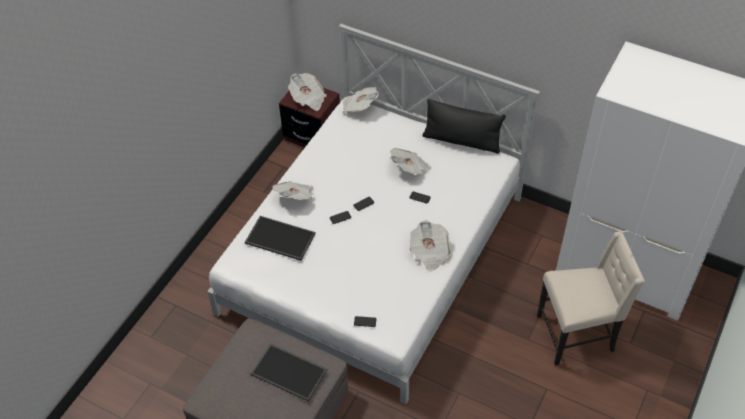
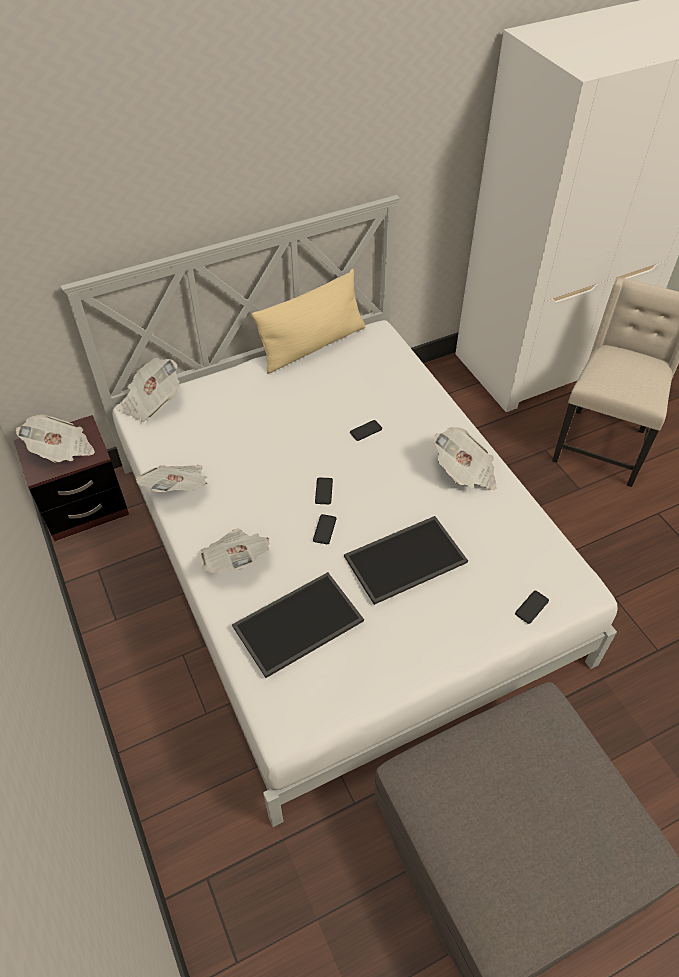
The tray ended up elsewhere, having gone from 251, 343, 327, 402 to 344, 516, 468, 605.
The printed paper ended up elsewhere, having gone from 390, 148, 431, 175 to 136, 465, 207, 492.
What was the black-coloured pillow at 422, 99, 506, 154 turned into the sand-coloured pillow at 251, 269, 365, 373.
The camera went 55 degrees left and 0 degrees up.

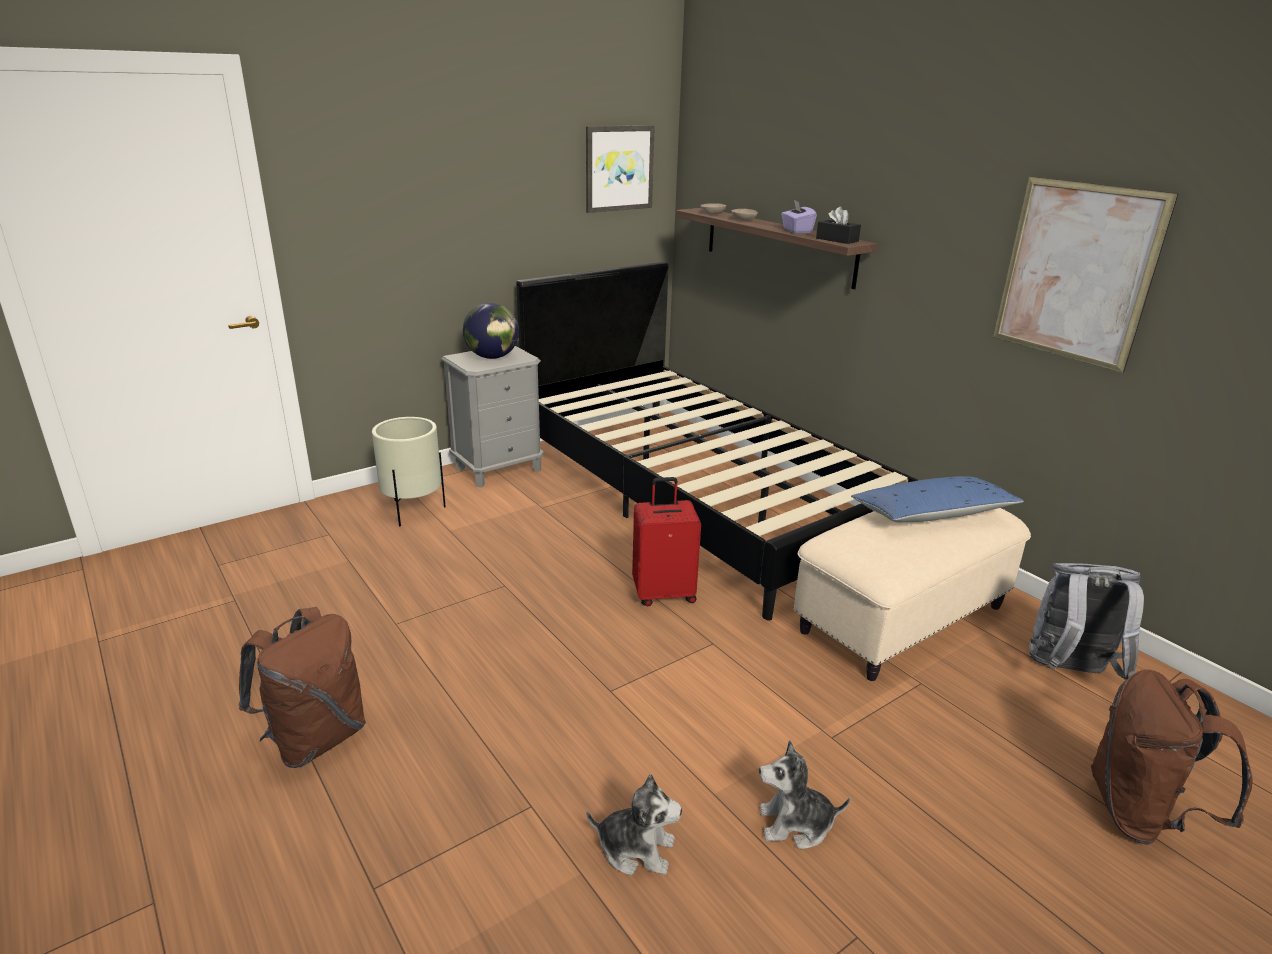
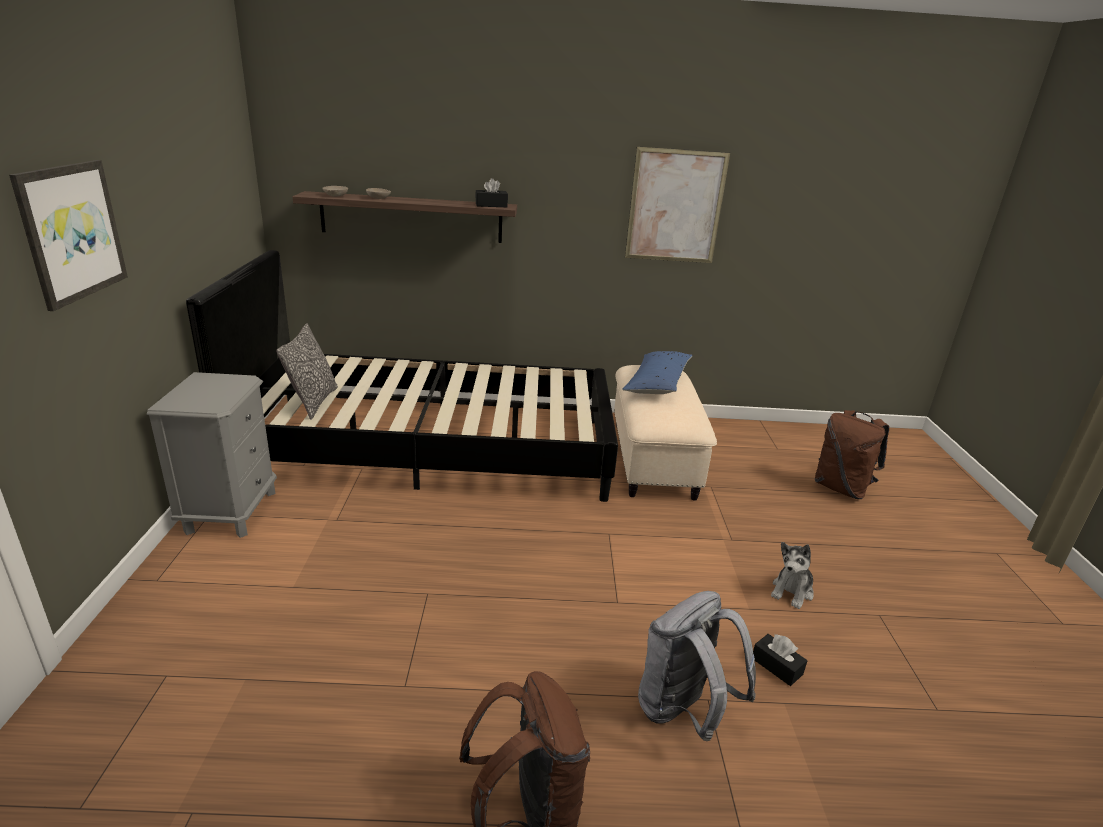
The second view lost the sand-coloured flower pot at 372, 417, 446, 526.
The second view lost the world globe at 463, 302, 519, 359.
The wall art ended up elsewhere, having gone from 586, 125, 655, 213 to 9, 160, 128, 311.
Where the soft toy stood at 587, 774, 682, 875, the black-coloured box of tissues came to stand at 753, 634, 808, 686.
The second view lost the red suitcase at 632, 477, 701, 607.
The second view lost the purple box of tissues at 781, 200, 817, 233.
The grey rucksack ended up elsewhere, having gone from 1029, 563, 1144, 680 to 638, 591, 756, 741.
The second view gained the pillow at 276, 323, 338, 420.
The camera went 55 degrees left and 0 degrees up.

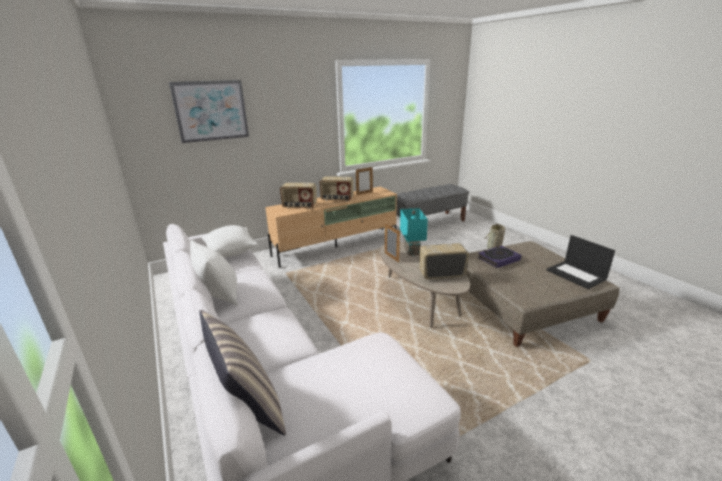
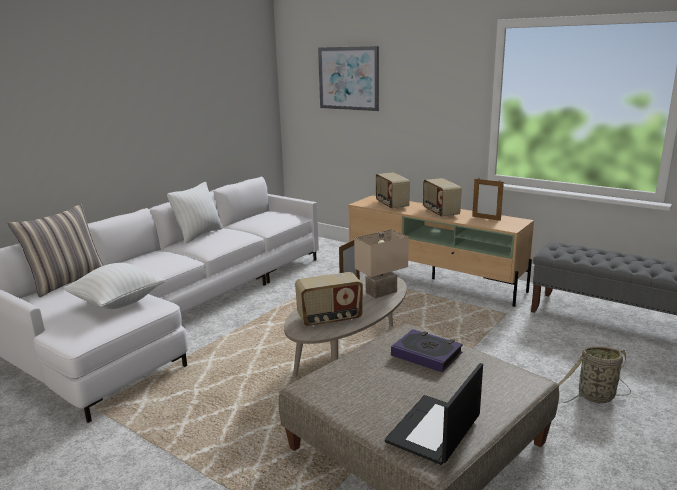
The white pillow ended up elsewhere, having gone from 201, 225, 258, 257 to 64, 263, 165, 309.
What was the blue-green lamp for a table at 400, 208, 428, 256 turned into the sand-coloured lamp for a table at 354, 229, 409, 298.
The radio receiver at 419, 243, 469, 279 ended up facing another way, 105 degrees clockwise from before.
The camera went 65 degrees right and 5 degrees down.

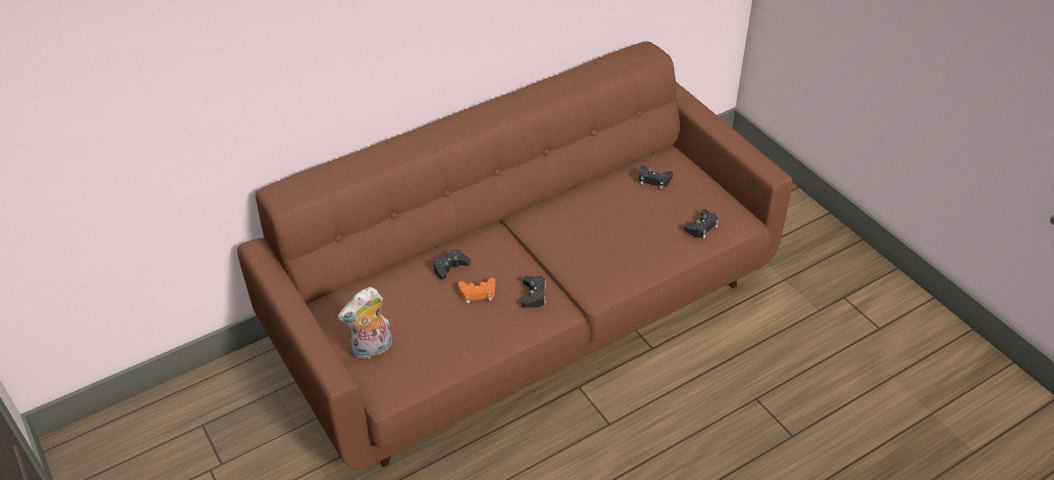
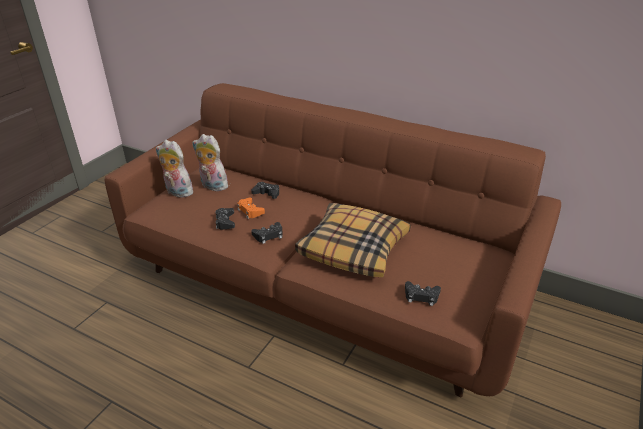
The black-coloured game controller ended up elsewhere, having gone from 639, 165, 673, 189 to 216, 208, 235, 230.
The second view gained the soft toy at 192, 134, 228, 191.
The second view gained the pillow at 295, 203, 410, 277.
The camera went 60 degrees right and 10 degrees down.

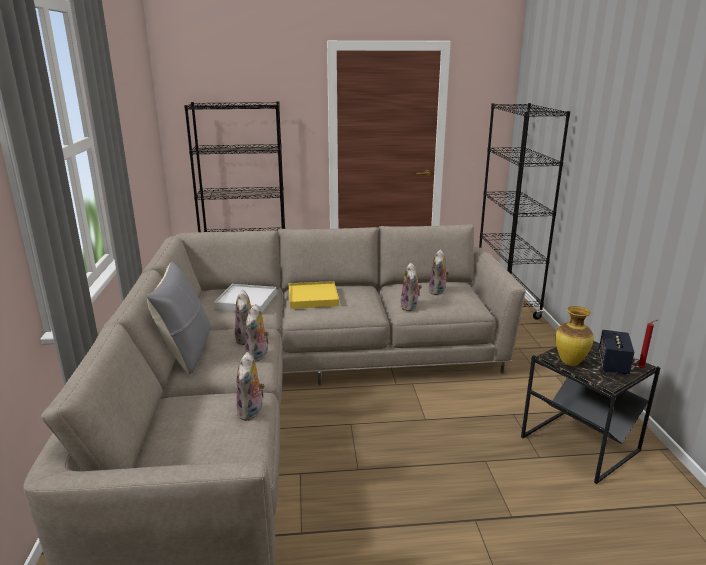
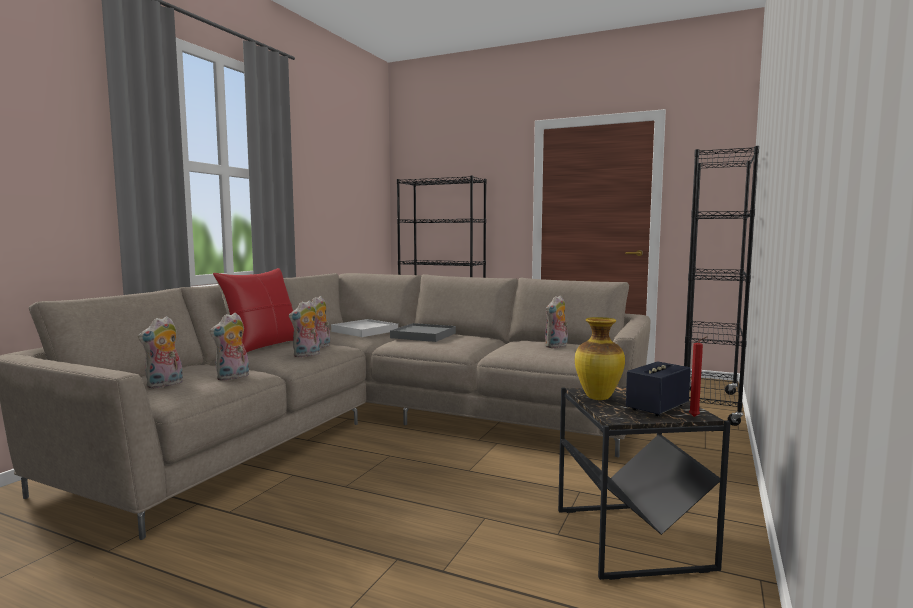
What was the grey pillow at 147, 262, 210, 375 turned into the red pillow at 213, 268, 294, 352.
What was the yellow tray at 289, 281, 339, 309 turned into the grey tray at 390, 323, 456, 342.
The soft toy ended up elsewhere, having gone from 400, 263, 422, 311 to 138, 316, 183, 389.
The camera went 30 degrees right and 15 degrees down.

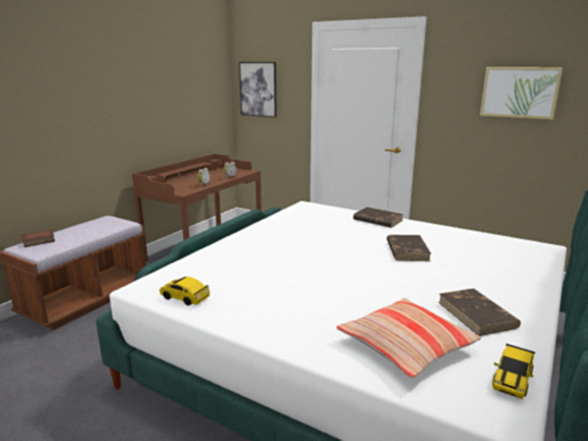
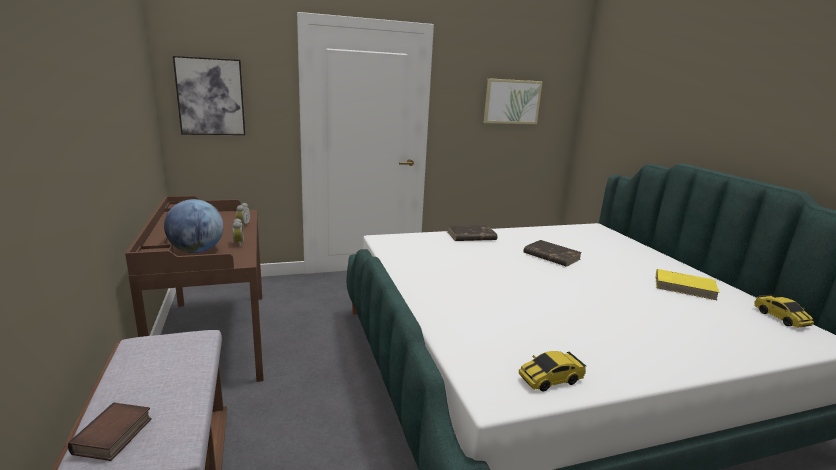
The second view lost the pillow at 336, 298, 481, 378.
What was the brownish bound book at 438, 288, 521, 336 turned into the yellow bound book at 656, 269, 720, 300.
The second view gained the world globe at 164, 199, 224, 253.
The camera went 50 degrees left and 0 degrees up.

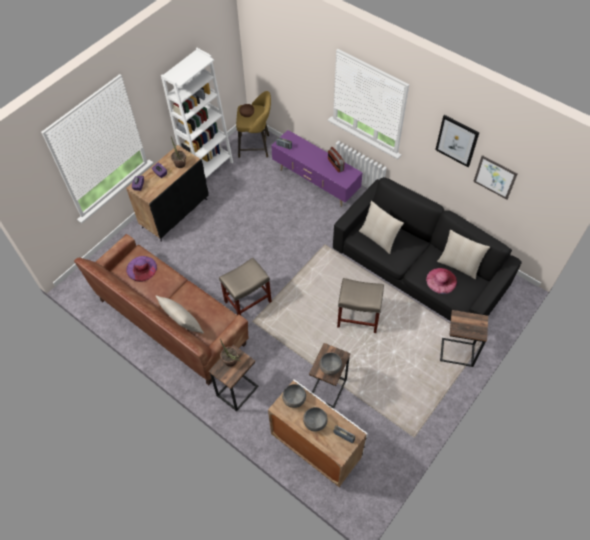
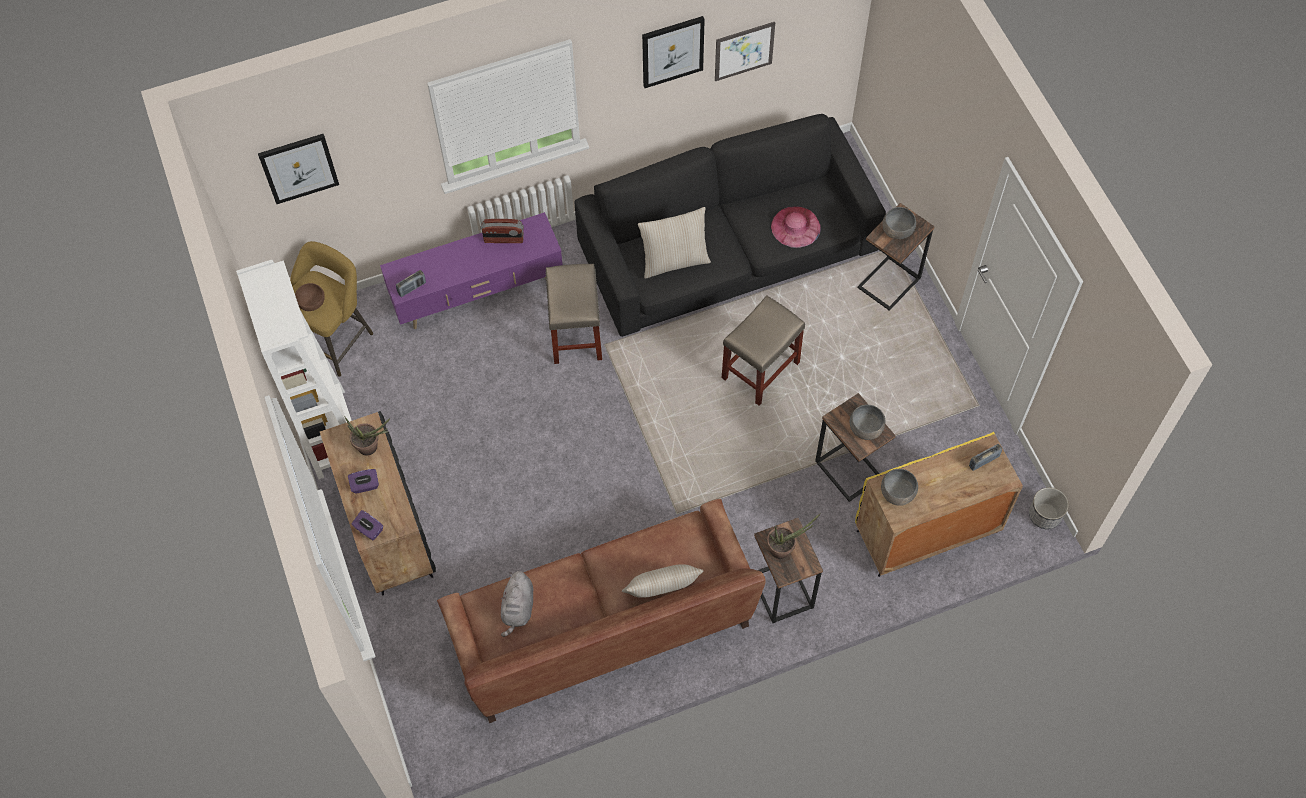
Where the purple hat stood at 126, 256, 157, 282, the grey soft toy came to stand at 501, 571, 533, 637.
The sand-coloured stool seat ended up elsewhere, having gone from 219, 258, 272, 315 to 545, 264, 602, 364.
What was the white cabinet at 268, 379, 368, 487 turned into the yellow cabinet at 855, 432, 1023, 577.
The grey deep dish ended up elsewhere, having gone from 303, 407, 328, 431 to 882, 207, 916, 239.
The second view lost the sand-coloured pillow at 437, 230, 490, 279.
The second view gained the wall art at 258, 134, 339, 204.
The second view gained the flower pot at 1029, 487, 1069, 529.
The camera went 60 degrees left and 5 degrees up.

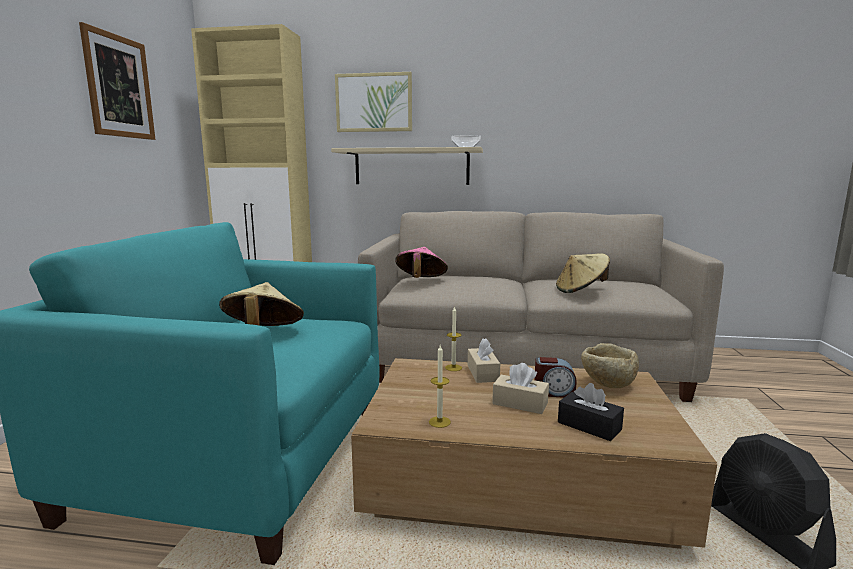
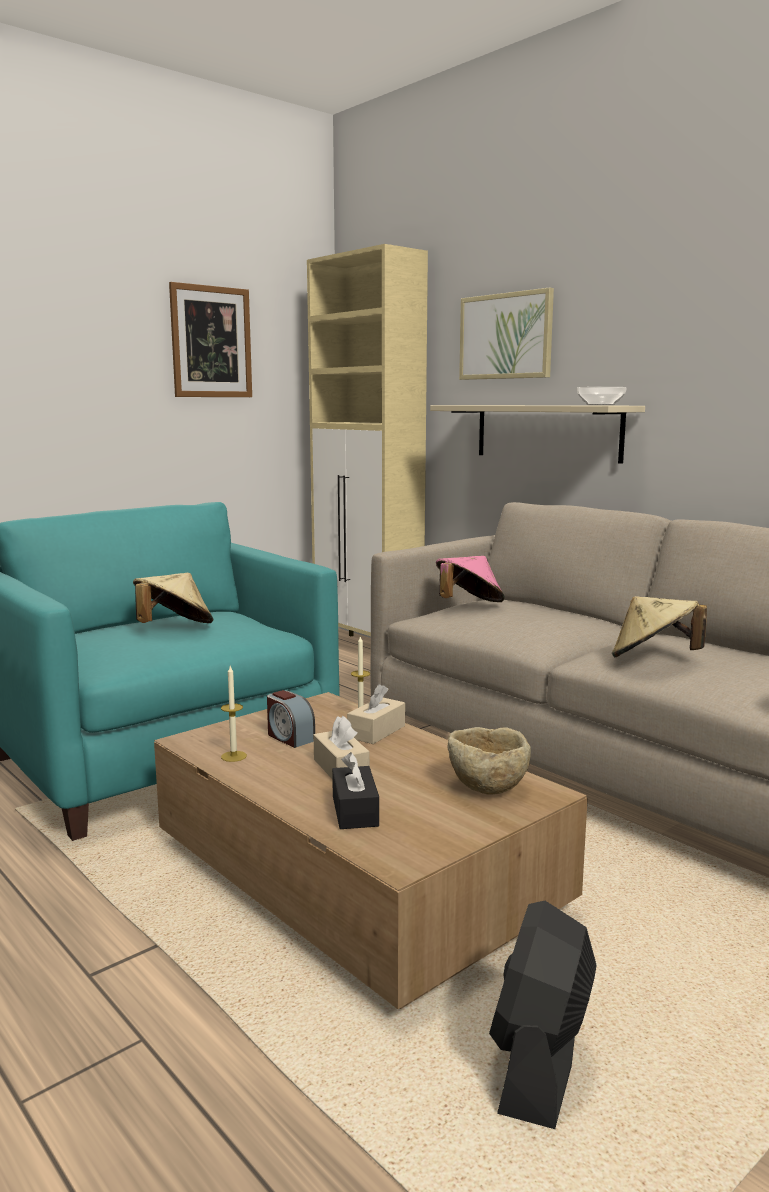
The alarm clock ended up elsewhere, having gone from 534, 357, 577, 398 to 267, 690, 315, 748.
The camera went 40 degrees right and 0 degrees up.

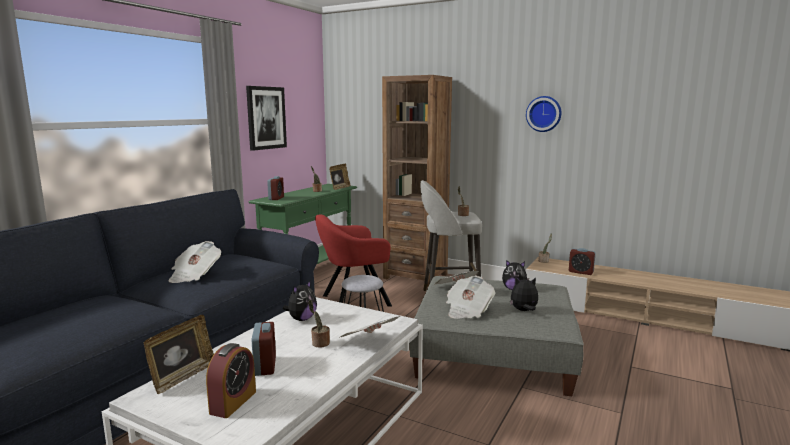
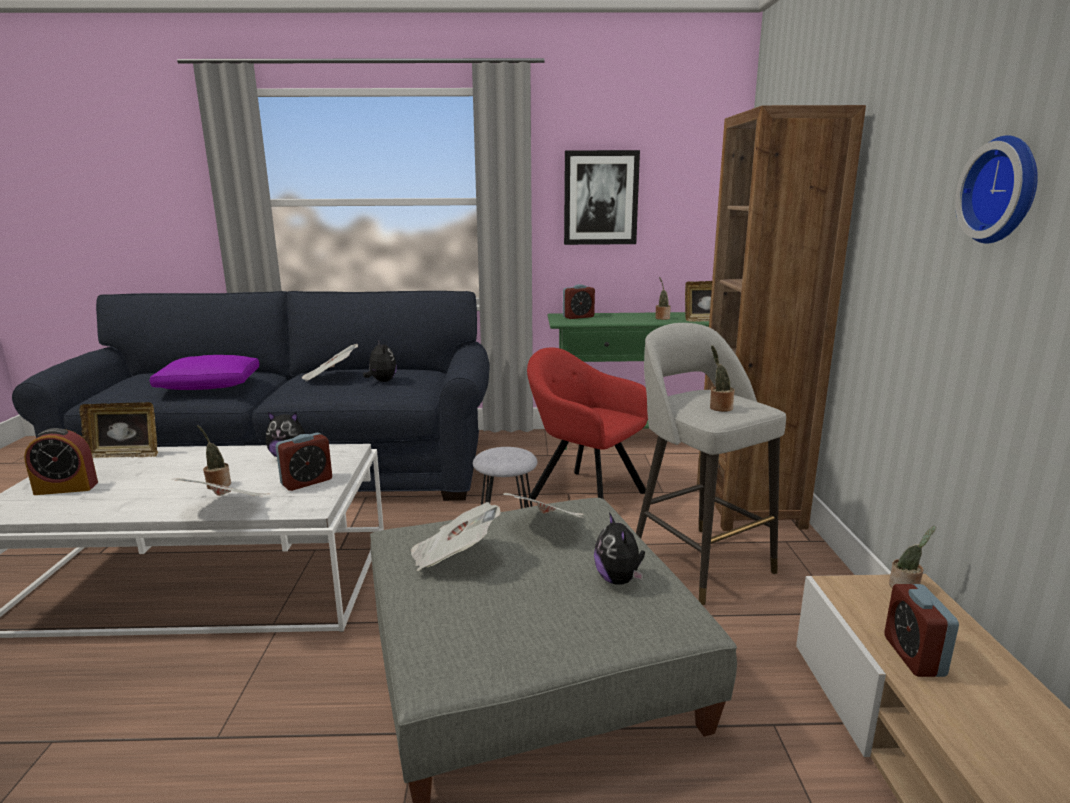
The alarm clock ended up elsewhere, having gone from 252, 322, 276, 376 to 275, 433, 332, 491.
The soft toy ended up elsewhere, having gone from 510, 277, 538, 311 to 363, 340, 397, 382.
The second view gained the purple pillow at 150, 355, 260, 390.
The camera went 60 degrees right and 5 degrees up.

